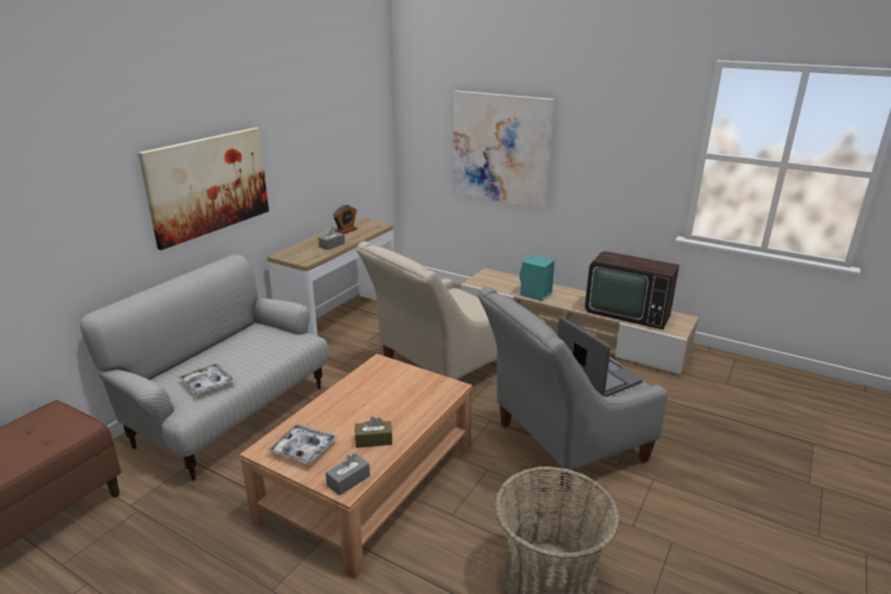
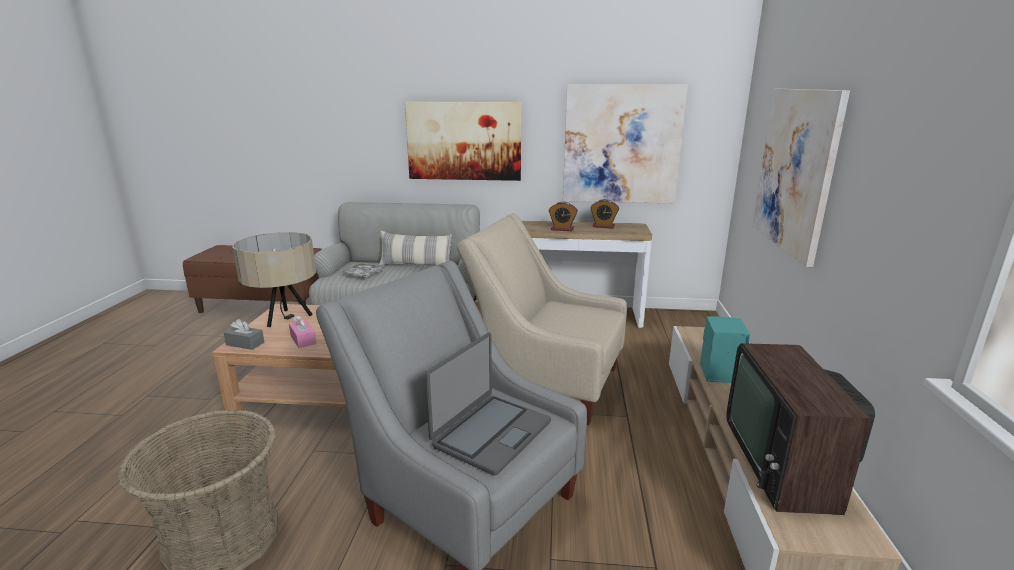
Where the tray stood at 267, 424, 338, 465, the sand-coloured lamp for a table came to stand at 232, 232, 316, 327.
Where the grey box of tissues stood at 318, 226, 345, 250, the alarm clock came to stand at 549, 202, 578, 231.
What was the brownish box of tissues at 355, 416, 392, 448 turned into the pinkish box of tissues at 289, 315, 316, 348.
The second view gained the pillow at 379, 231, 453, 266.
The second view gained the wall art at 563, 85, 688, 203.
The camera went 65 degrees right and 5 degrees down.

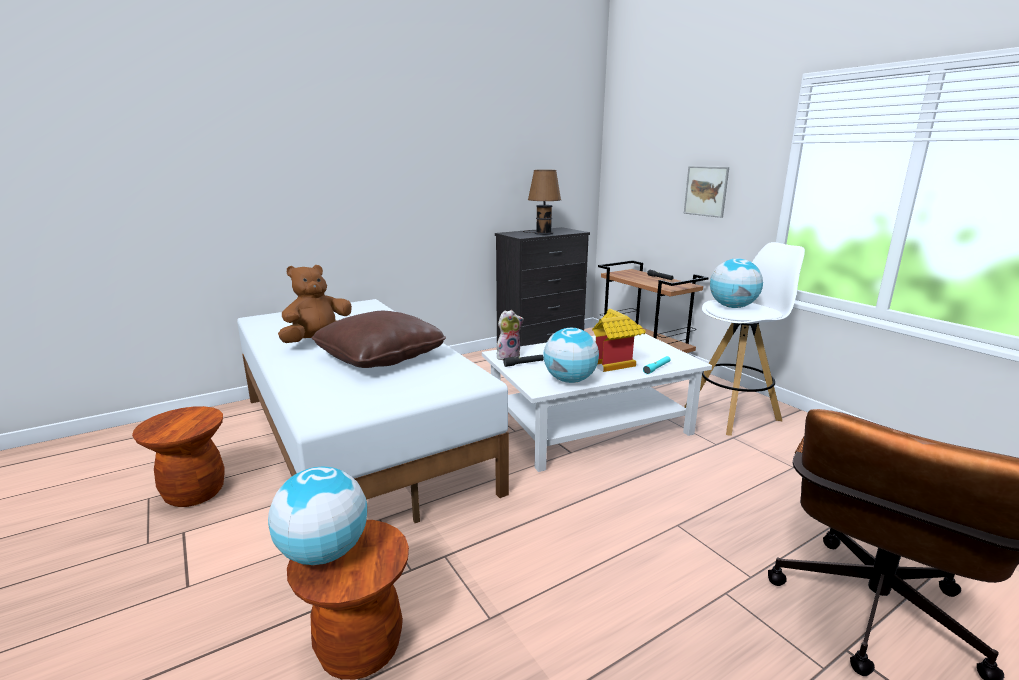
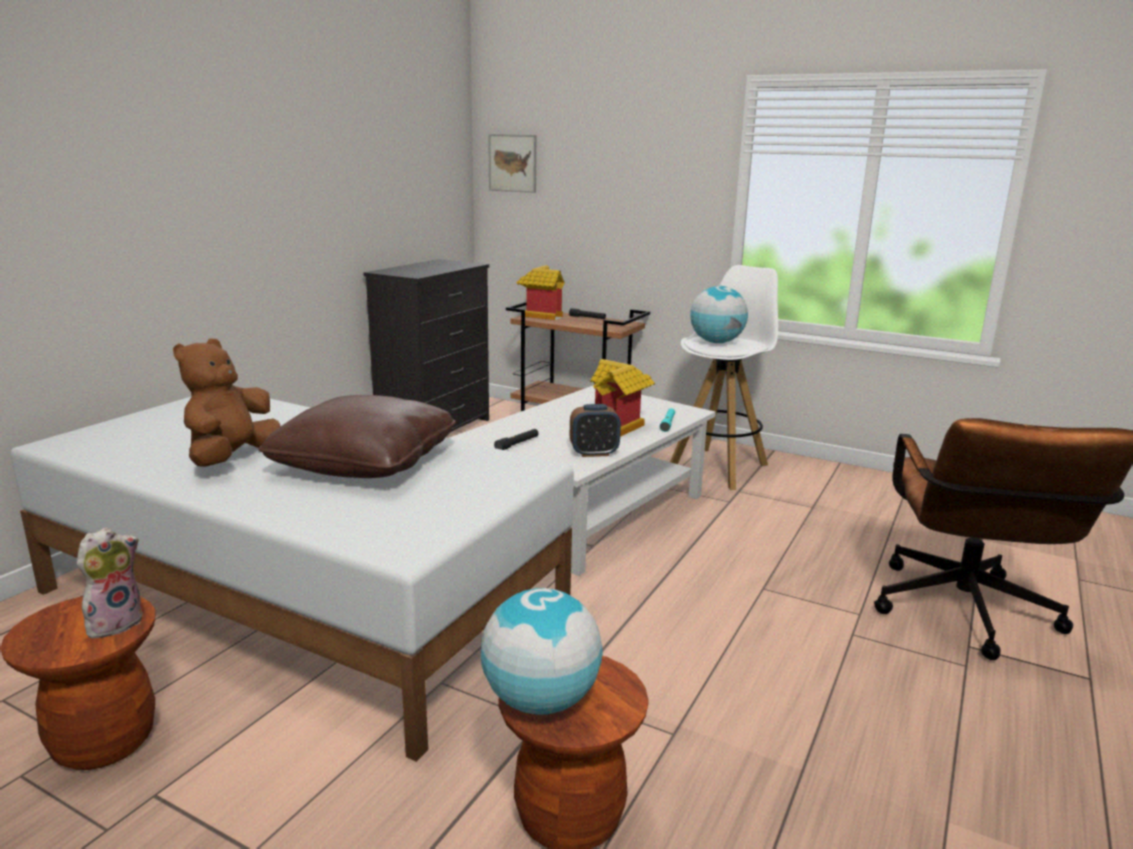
The soft toy ended up elsewhere, having gone from 497, 310, 524, 360 to 77, 527, 143, 639.
The second view lost the brownish lamp for a table at 523, 170, 561, 235.
Where the world globe stood at 543, 327, 599, 383, the alarm clock came to stand at 570, 404, 621, 457.
The wall art ended up elsewhere, having gone from 684, 166, 729, 218 to 488, 134, 536, 193.
The second view gained the miniature house at 516, 265, 565, 320.
The camera went 30 degrees left and 0 degrees up.

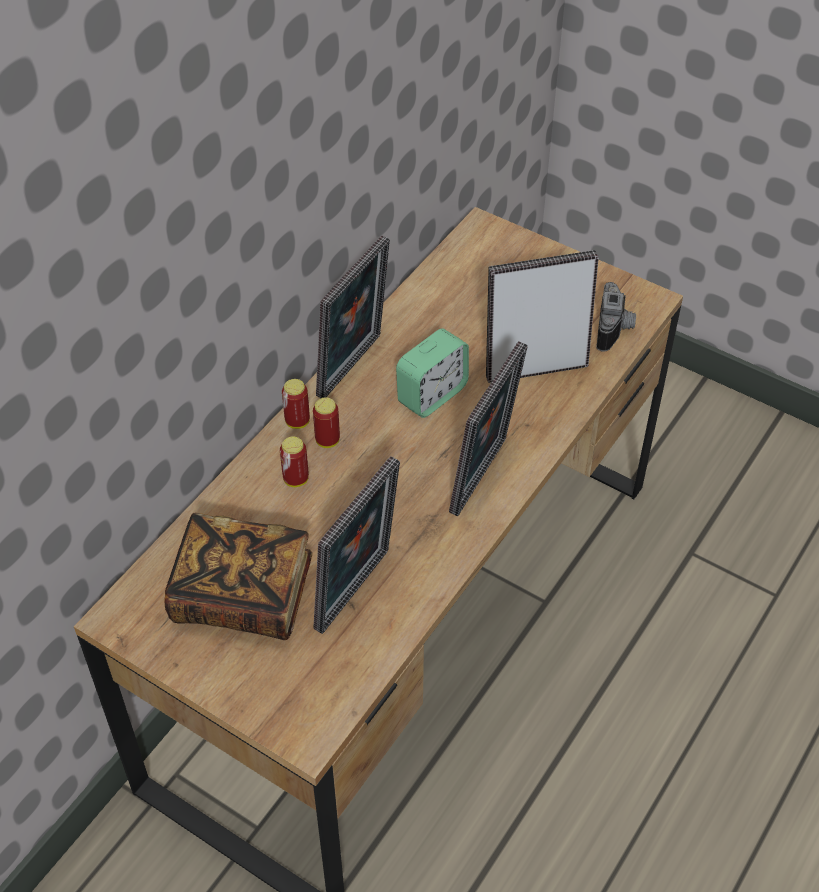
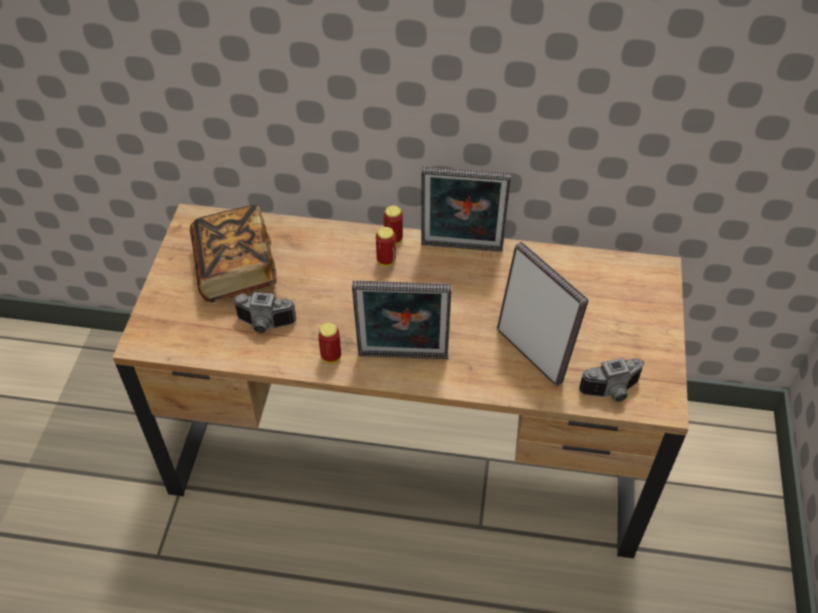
The metal can ended up elsewhere, having gone from 280, 436, 309, 487 to 318, 322, 341, 363.
Where the photo frame stood at 314, 456, 400, 634, the still camera came to stand at 233, 292, 296, 333.
The second view lost the alarm clock at 396, 329, 469, 418.
The camera went 65 degrees right and 0 degrees up.

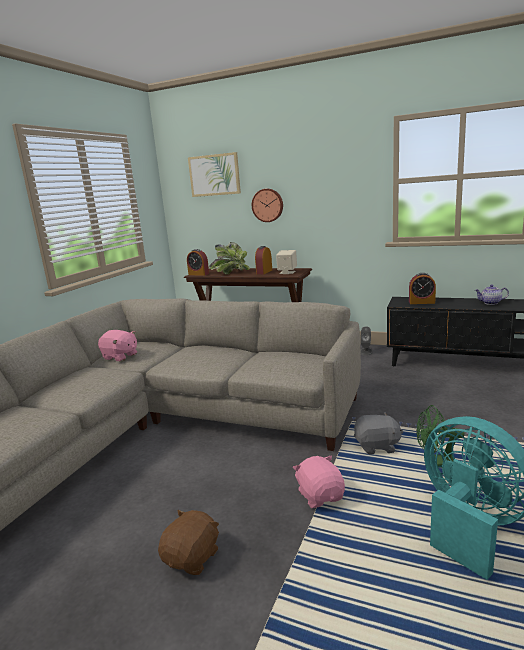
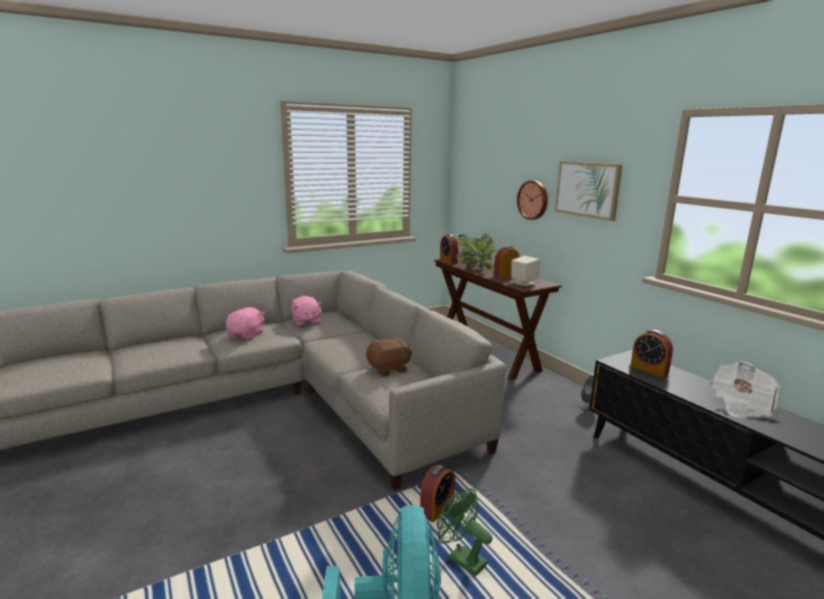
The brownish soft toy ended up elsewhere, having gone from 158, 510, 219, 575 to 366, 337, 412, 376.
The wall art ended up elsewhere, having gone from 188, 152, 241, 197 to 555, 161, 622, 221.
The pinkish soft toy ended up elsewhere, having gone from 293, 456, 345, 508 to 226, 307, 265, 340.
Where the grey soft toy stood at 354, 412, 404, 455, the alarm clock came to stand at 420, 465, 455, 522.
Where the teapot stood at 475, 285, 509, 305, the printed paper came to stand at 711, 361, 780, 417.
The camera went 35 degrees right and 0 degrees up.

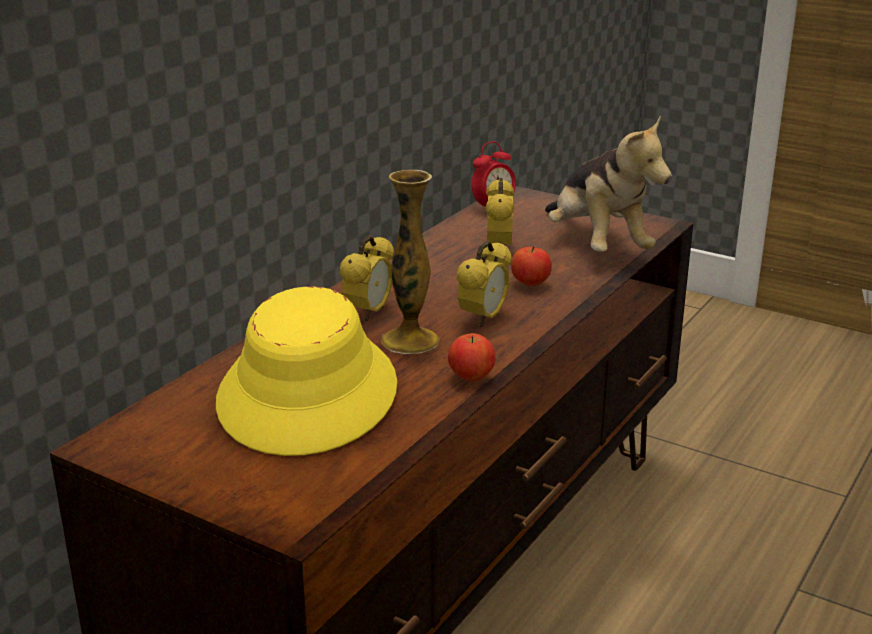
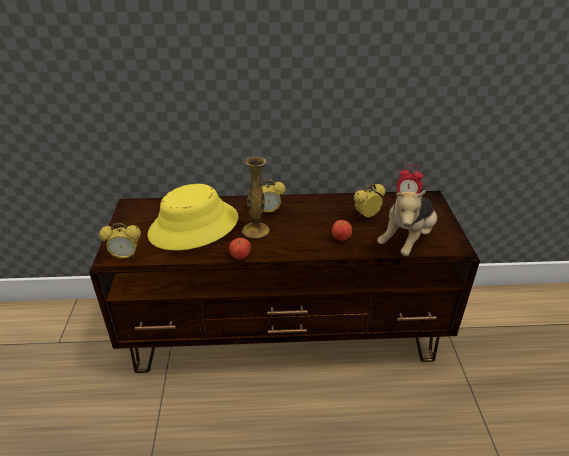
The alarm clock ended up elsewhere, having gone from 457, 240, 512, 327 to 99, 223, 141, 259.
The camera went 55 degrees right and 10 degrees up.

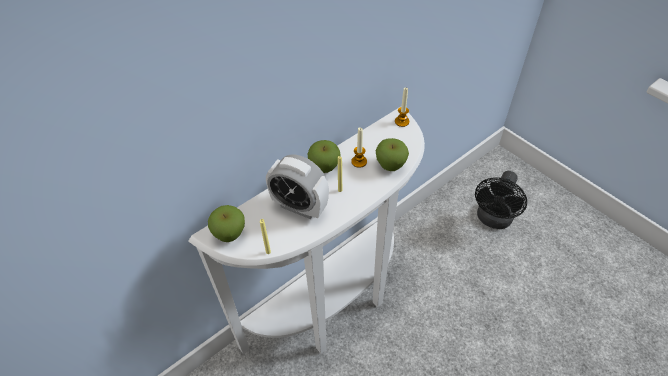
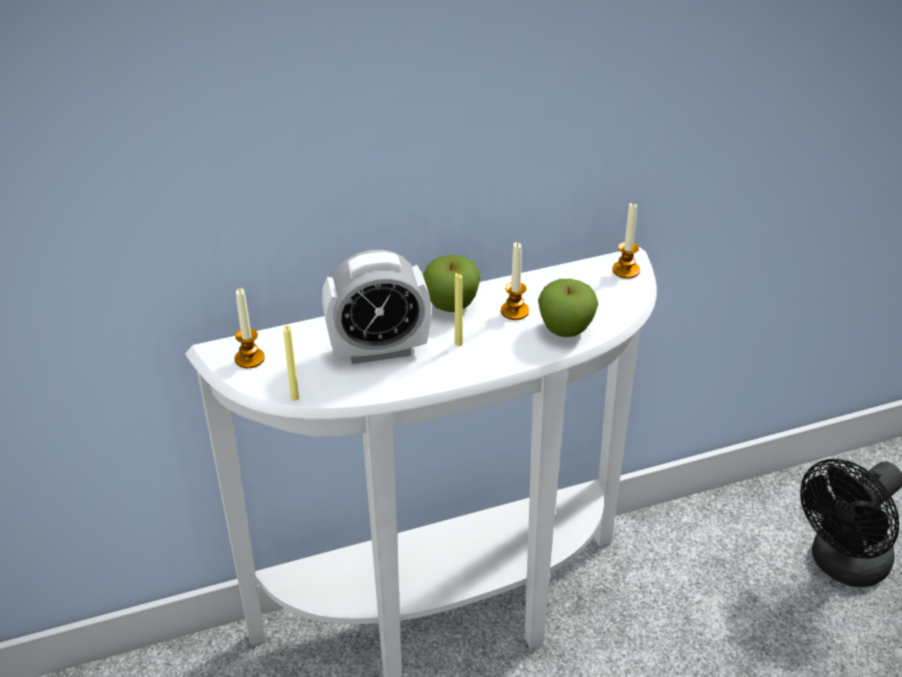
Where the whole apple stood at 208, 205, 245, 242, the wax candle came to stand at 235, 288, 265, 368.
The alarm clock at 266, 154, 329, 219 ended up facing another way, 60 degrees counterclockwise from before.
The camera went 20 degrees right and 10 degrees down.

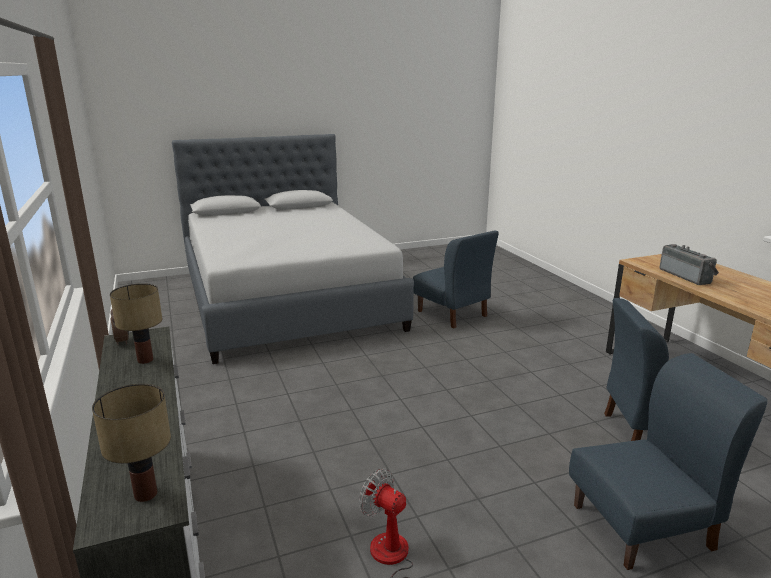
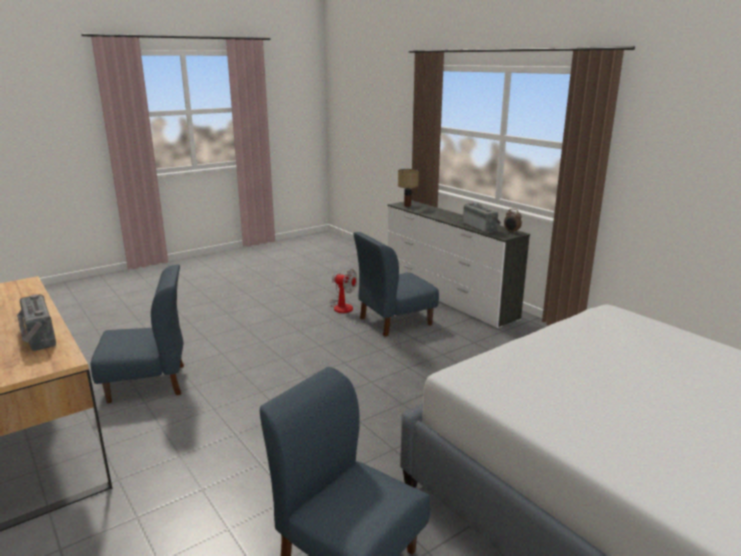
Where the lamp for a table stood at 110, 283, 162, 364, the radio receiver came to stand at 463, 203, 501, 233.
The bluish upright chair ended up elsewhere, having gone from 569, 353, 767, 570 to 353, 232, 439, 337.
The camera went 165 degrees right and 0 degrees up.

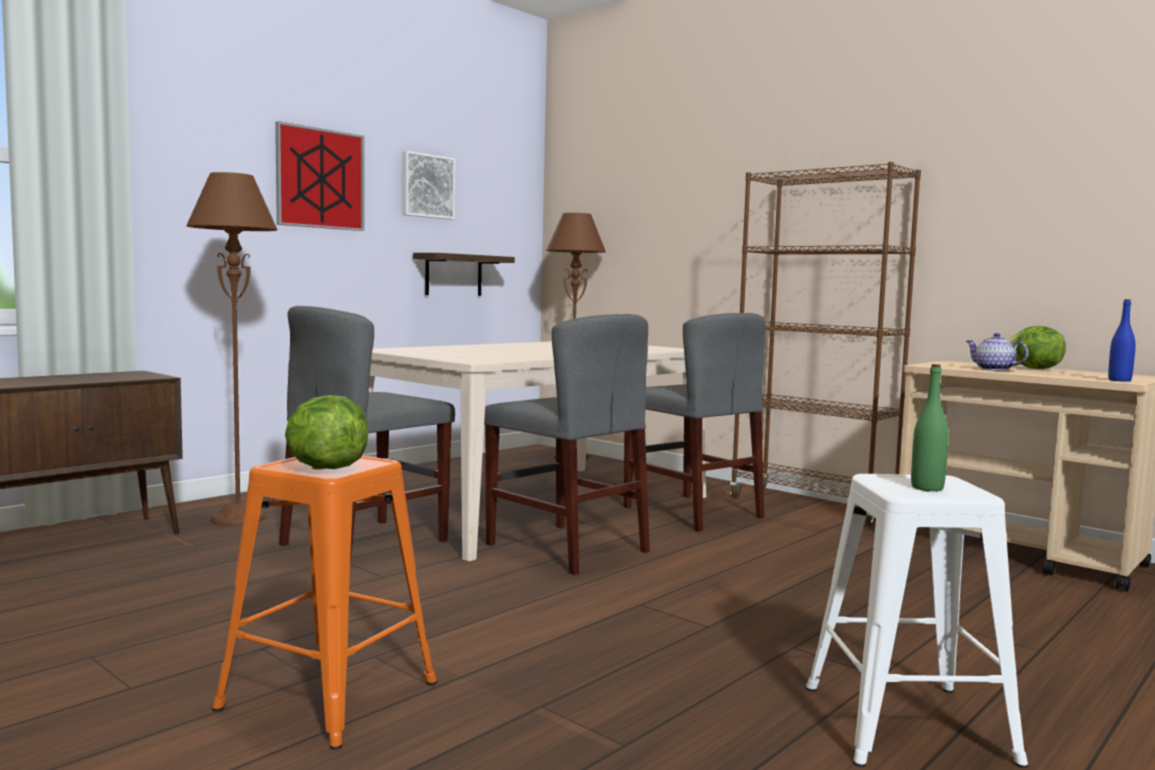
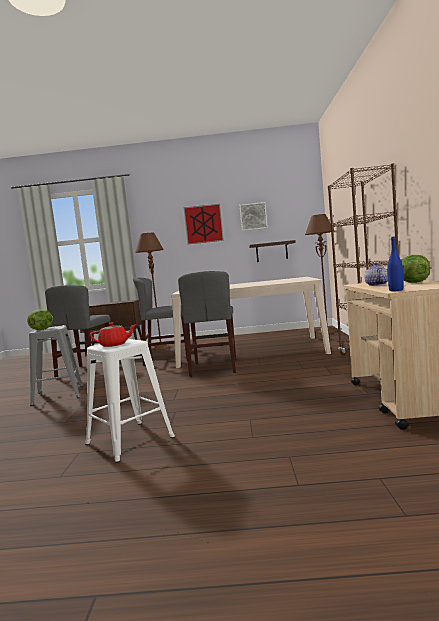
What was the orange-coloured stool seat at 212, 456, 437, 750 turned into the grey stool seat at 29, 325, 83, 406.
The grey upright chair ended up elsewhere, having gone from 624, 313, 766, 532 to 45, 285, 110, 379.
Where the green-coloured drink bottle stood at 911, 364, 949, 491, the red teapot came to stand at 90, 322, 137, 347.
The camera went 50 degrees right and 0 degrees up.

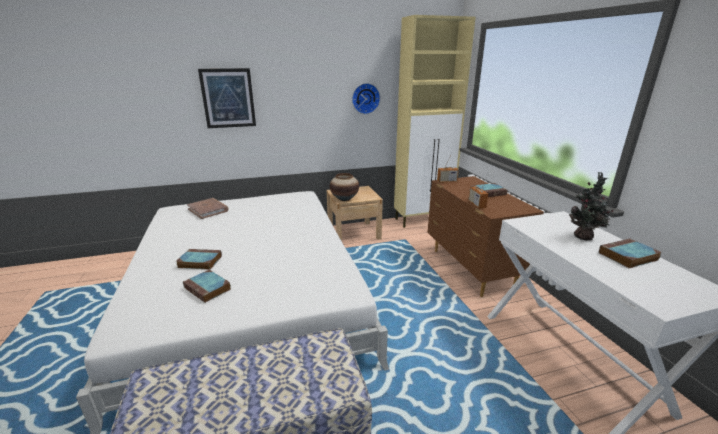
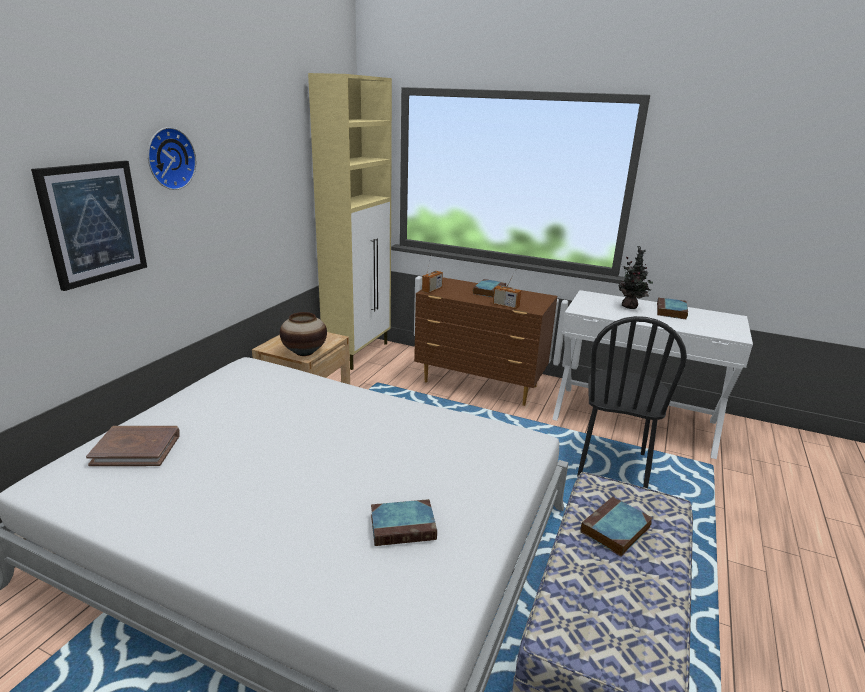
The bound book ended up elsewhere, having gone from 176, 249, 222, 270 to 581, 497, 652, 557.
The wall clock ended up elsewhere, having gone from 352, 83, 380, 114 to 148, 127, 196, 190.
The second view gained the black-coloured upright chair at 577, 316, 687, 488.
The camera went 50 degrees left and 0 degrees up.

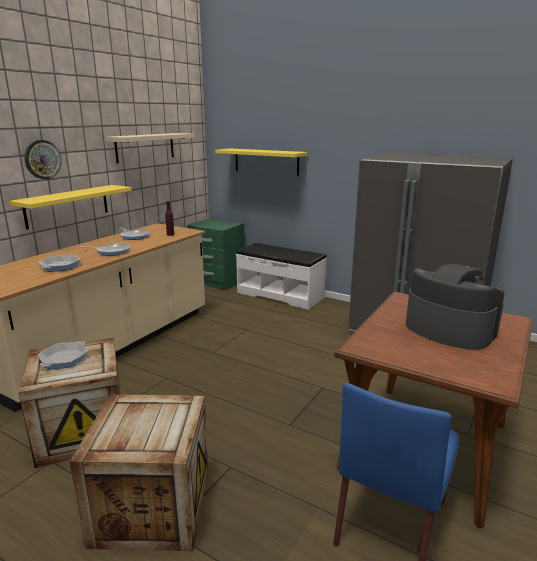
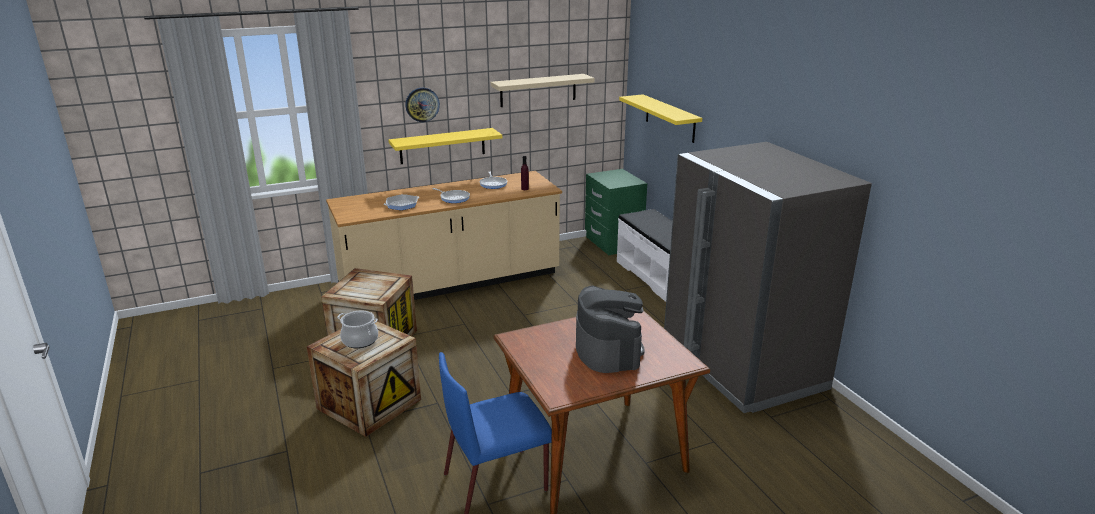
The second view lost the pan at 38, 341, 88, 369.
The second view gained the stockpot at 337, 311, 378, 348.
The camera went 35 degrees right and 5 degrees up.

